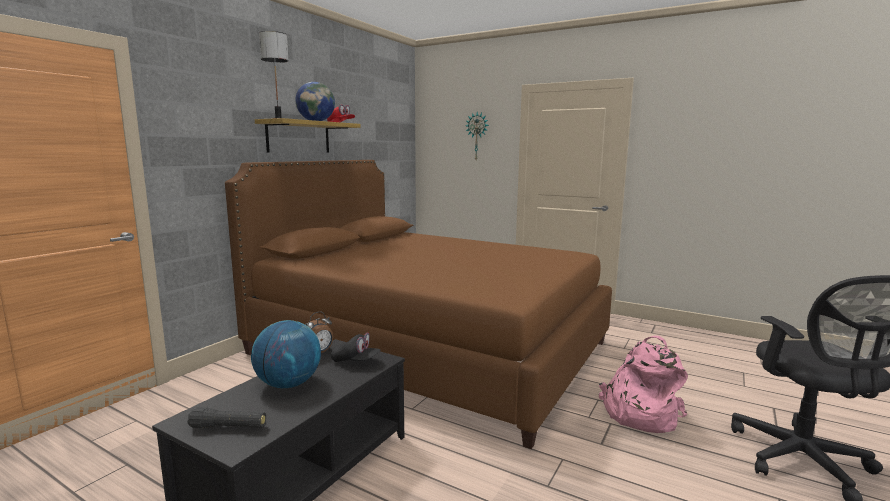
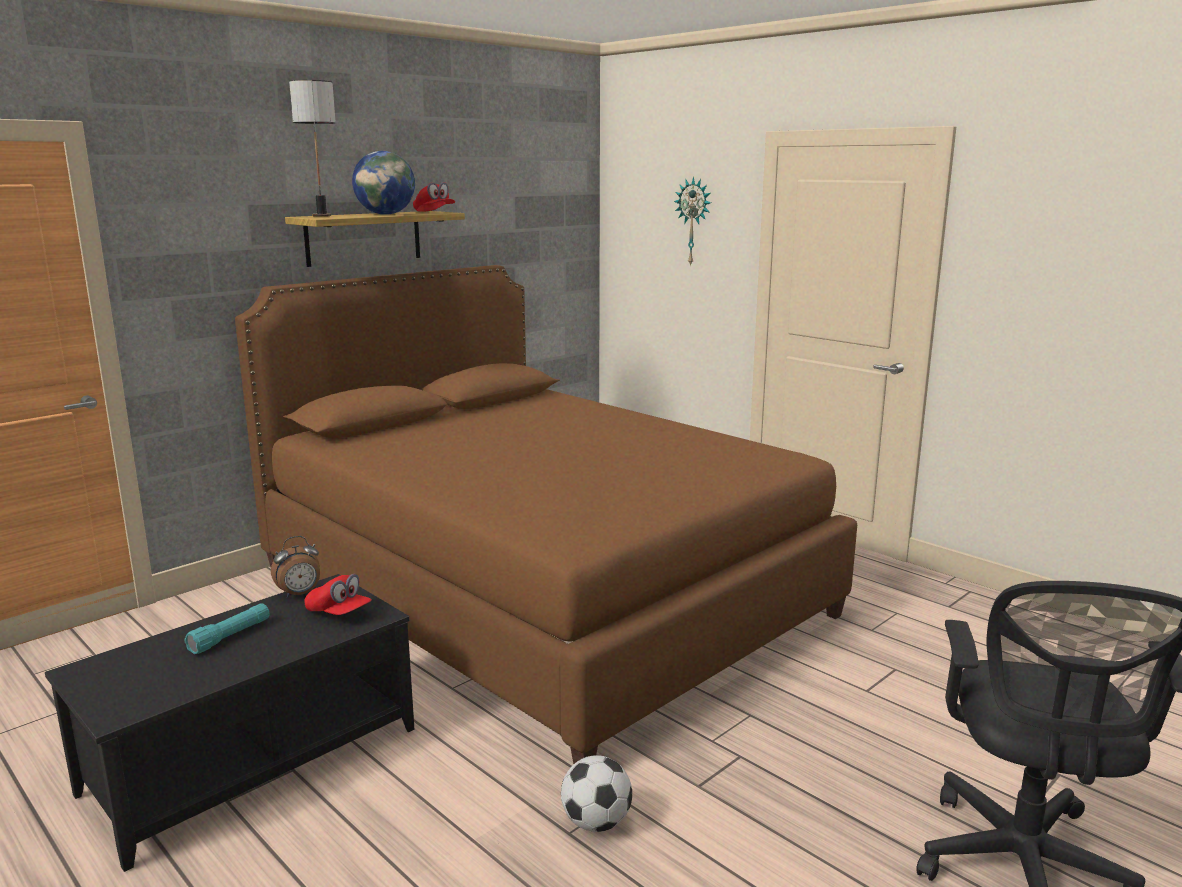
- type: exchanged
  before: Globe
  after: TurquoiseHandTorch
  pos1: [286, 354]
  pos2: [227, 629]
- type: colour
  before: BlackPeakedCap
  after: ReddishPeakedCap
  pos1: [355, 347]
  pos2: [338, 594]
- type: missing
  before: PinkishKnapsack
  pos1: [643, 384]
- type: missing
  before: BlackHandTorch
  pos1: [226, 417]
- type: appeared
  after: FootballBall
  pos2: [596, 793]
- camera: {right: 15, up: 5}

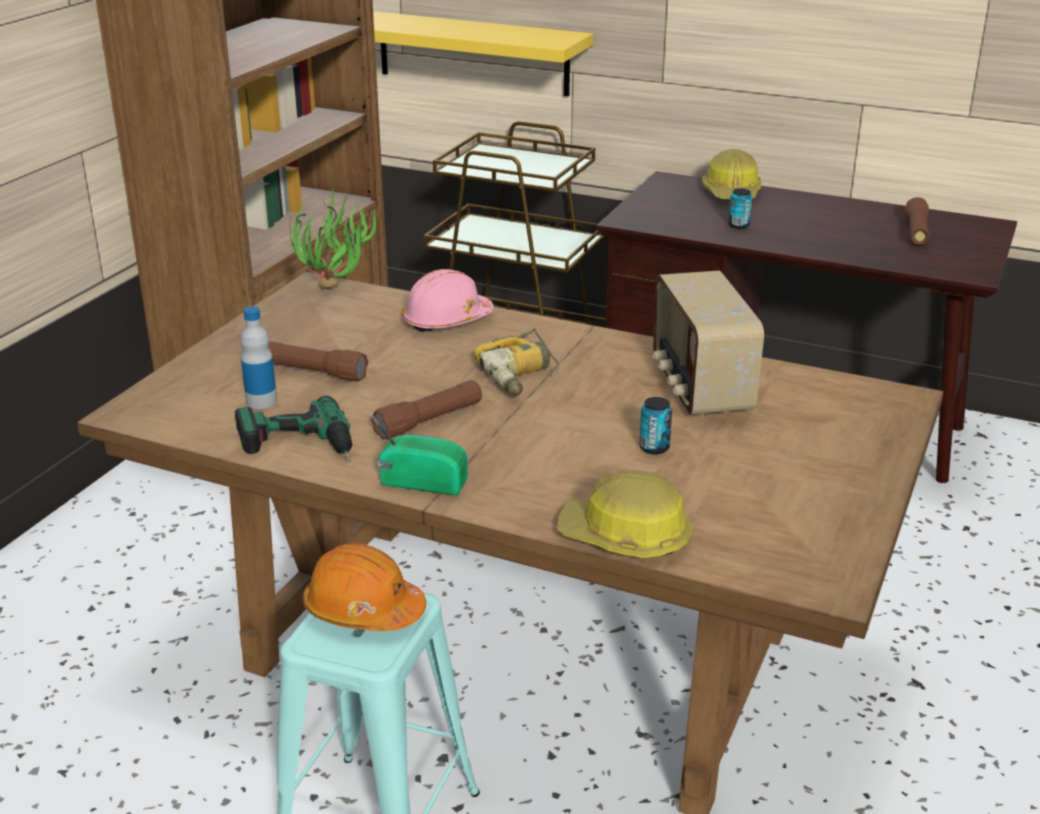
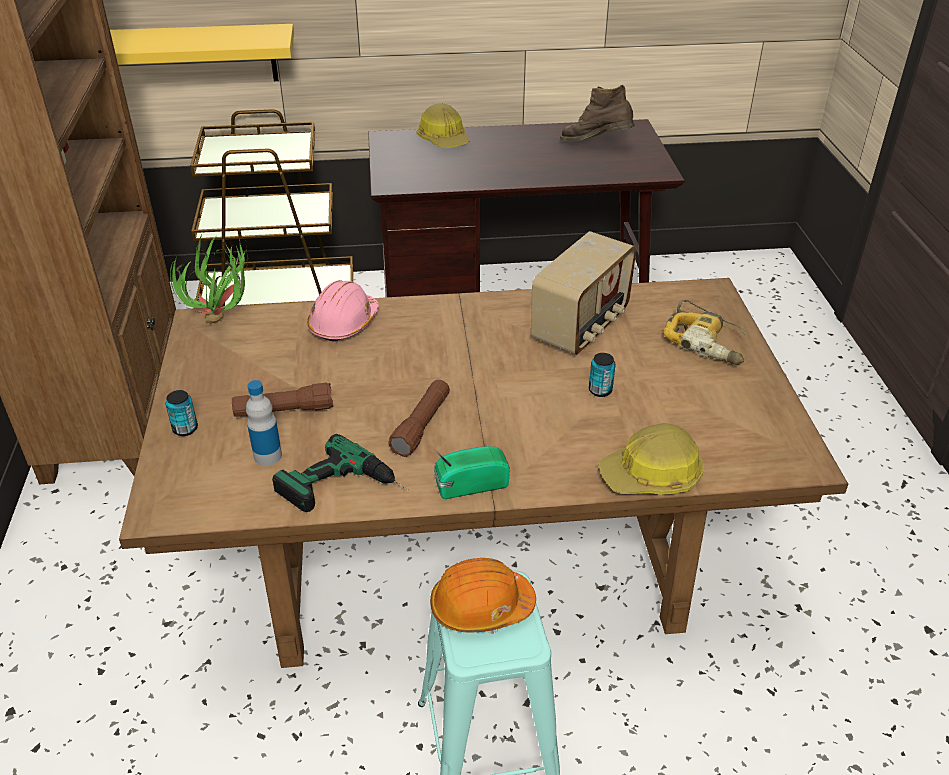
- type: relocated
  before: SealedCan
  pos1: [740, 208]
  pos2: [182, 413]
- type: exchanged
  before: BrownHandTorch
  after: BrownTallBoot
  pos1: [917, 221]
  pos2: [597, 113]
- type: spun
  before: RadioReceiver
  pos1: [708, 342]
  pos2: [583, 293]
  turn: -105
- type: relocated
  before: ElectricDrill
  pos1: [516, 362]
  pos2: [706, 332]
- camera: {right: -30, up: 10}

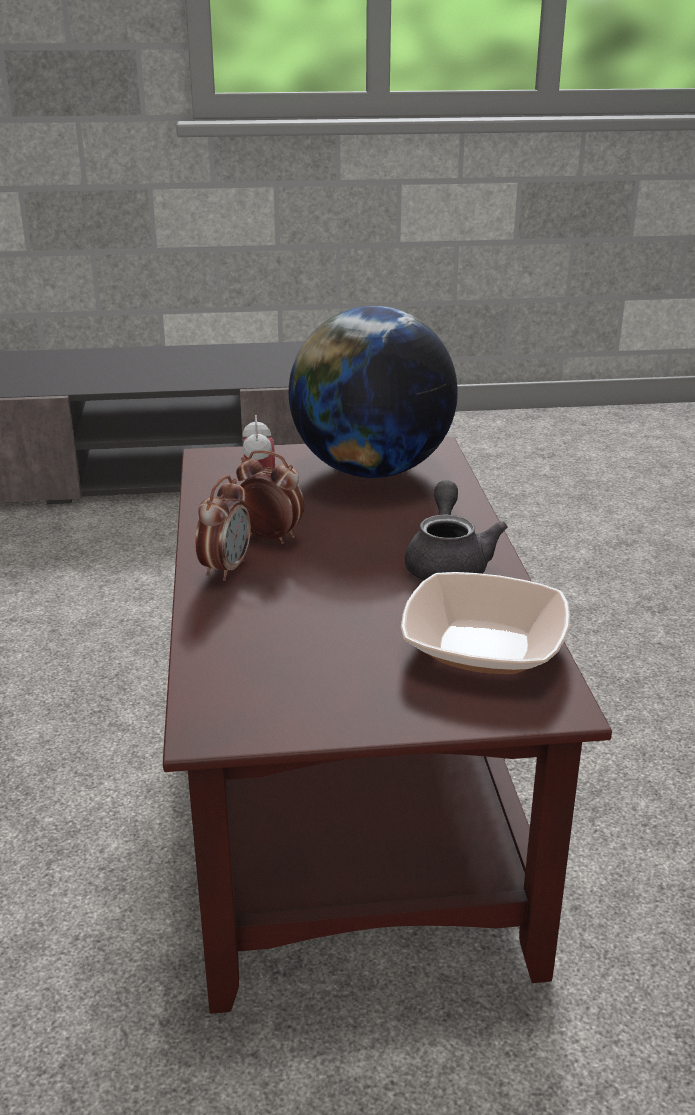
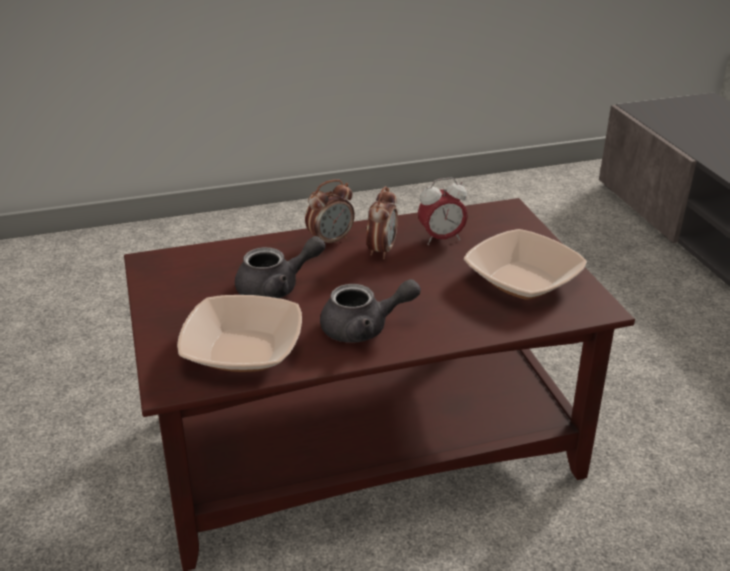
- type: exchanged
  before: Globe
  after: ServingBowl
  pos1: [373, 392]
  pos2: [525, 264]
- type: spun
  before: BedsideClock
  pos1: [223, 528]
  pos2: [330, 211]
  turn: -45
- type: appeared
  after: GrayPotForTea
  pos2: [280, 267]
- camera: {right: 80, up: 5}

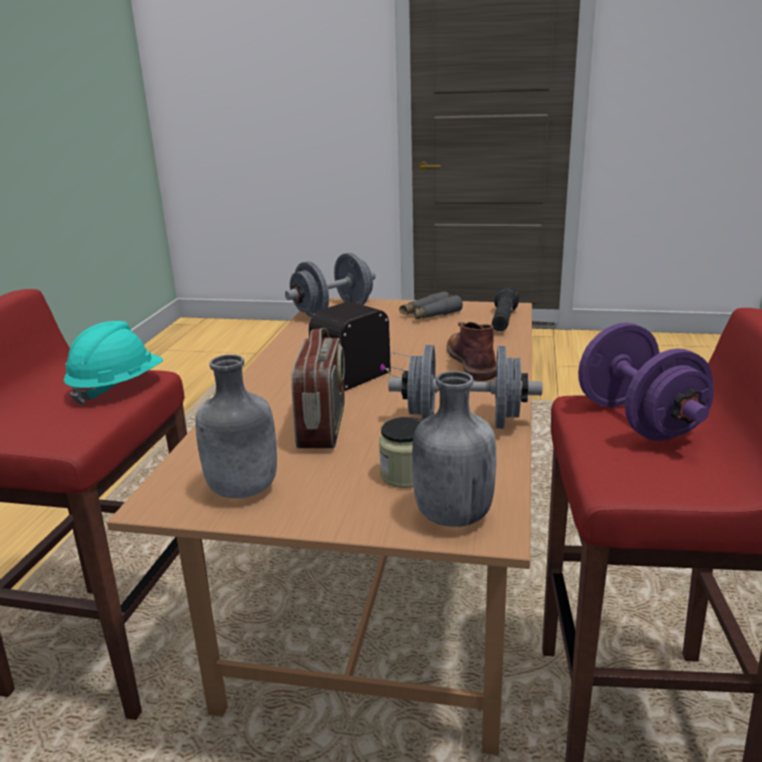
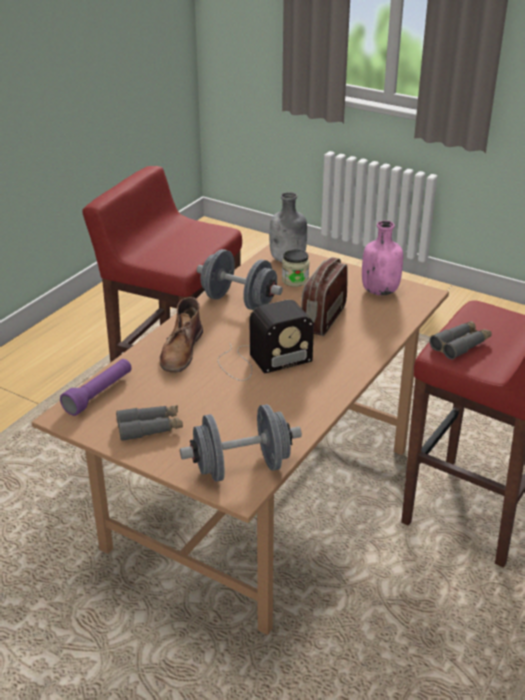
- type: colour
  before: BlackHandTorch
  after: PurpleColouredHandTorch
  pos1: [505, 309]
  pos2: [96, 387]
- type: exchanged
  before: TurquoiseWorkHelmet
  after: GrayFieldGlasses
  pos1: [113, 363]
  pos2: [461, 340]
- type: missing
  before: PurpleColouredHandWeight
  pos1: [646, 381]
- type: colour
  before: GrayBottle
  after: PinkishBottle
  pos1: [236, 426]
  pos2: [382, 258]
- camera: {right: -160, up: 10}

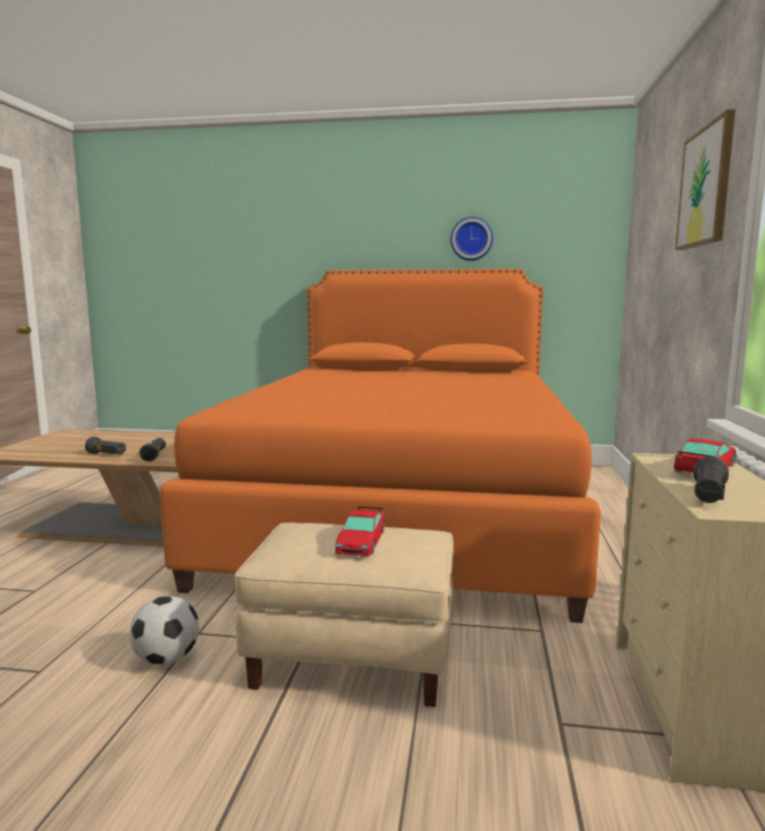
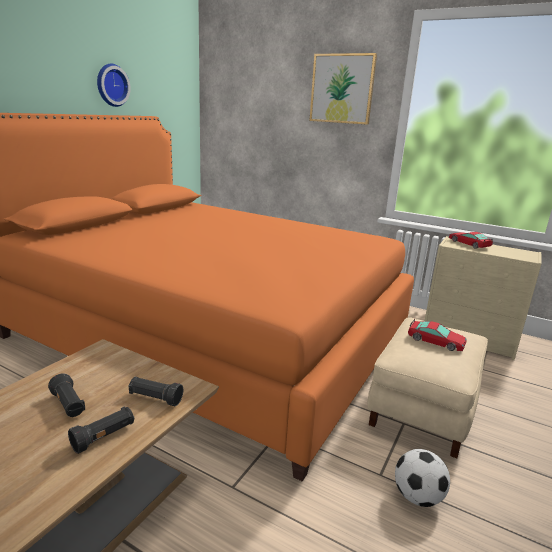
- type: relocated
  before: BlackHandTorch
  pos1: [711, 480]
  pos2: [66, 395]
- camera: {right: -70, up: 10}

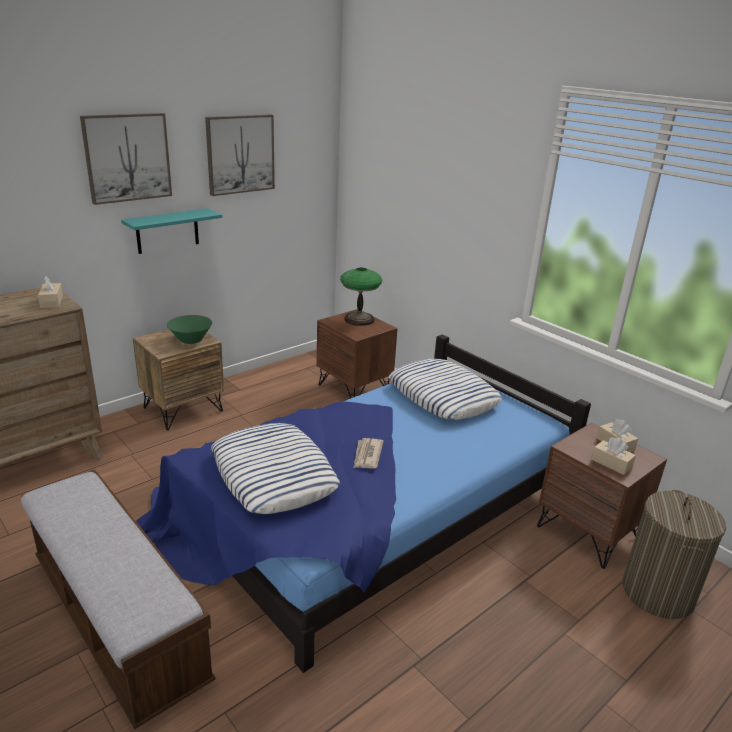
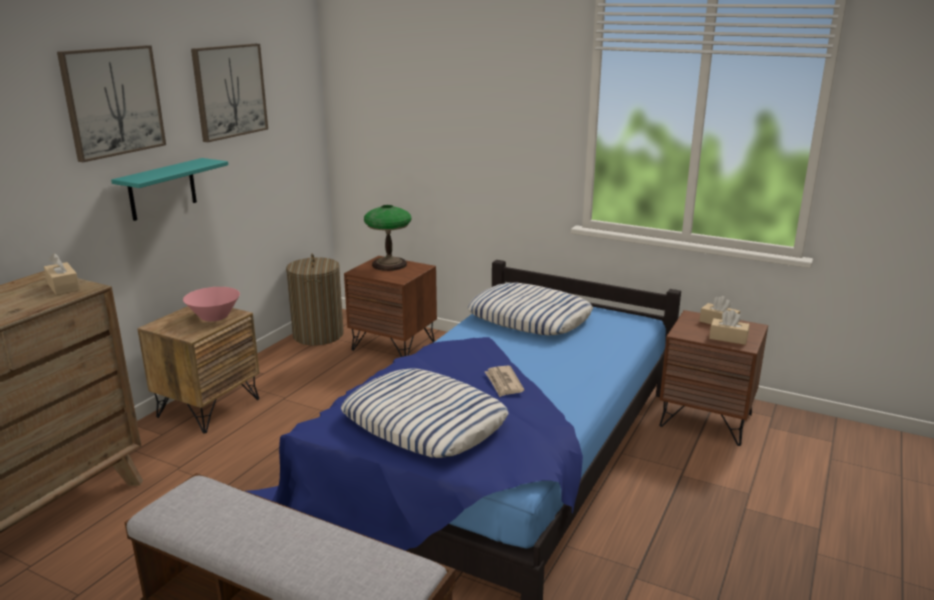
- type: colour
  before: GreenServingBowl
  after: PinkishServingBowl
  pos1: [189, 329]
  pos2: [211, 304]
- type: relocated
  before: Hamper
  pos1: [674, 554]
  pos2: [315, 299]
- camera: {right: -20, up: -5}

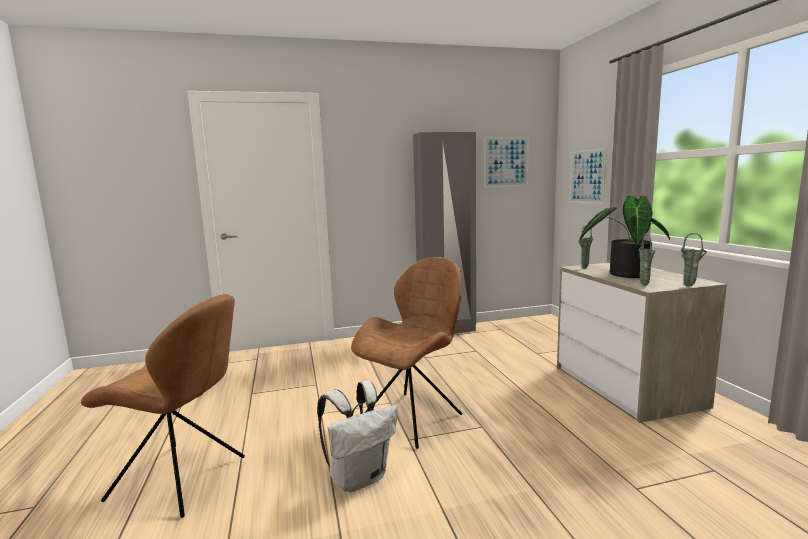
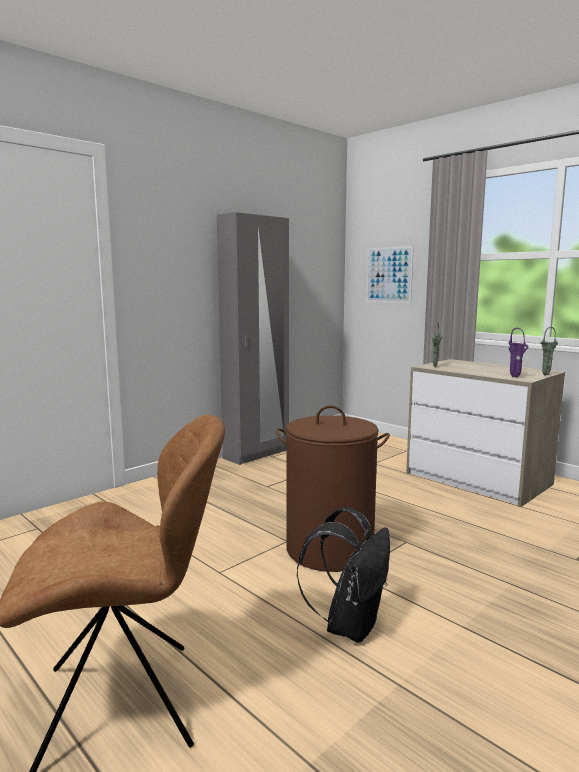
- type: missing
  before: Picture
  pos1: [506, 162]
- type: missing
  before: Houseplant
  pos1: [625, 236]
- type: colour
  before: GreenVase
  after: PurpleColouredVase
  pos1: [647, 259]
  pos2: [518, 352]
- type: exchanged
  before: BrownChair
  after: BrownHamper
  pos1: [406, 353]
  pos2: [333, 488]
- type: colour
  before: WhiteKnapsack
  after: BlackKnapsack
  pos1: [357, 436]
  pos2: [343, 575]
- camera: {right: -30, up: 0}

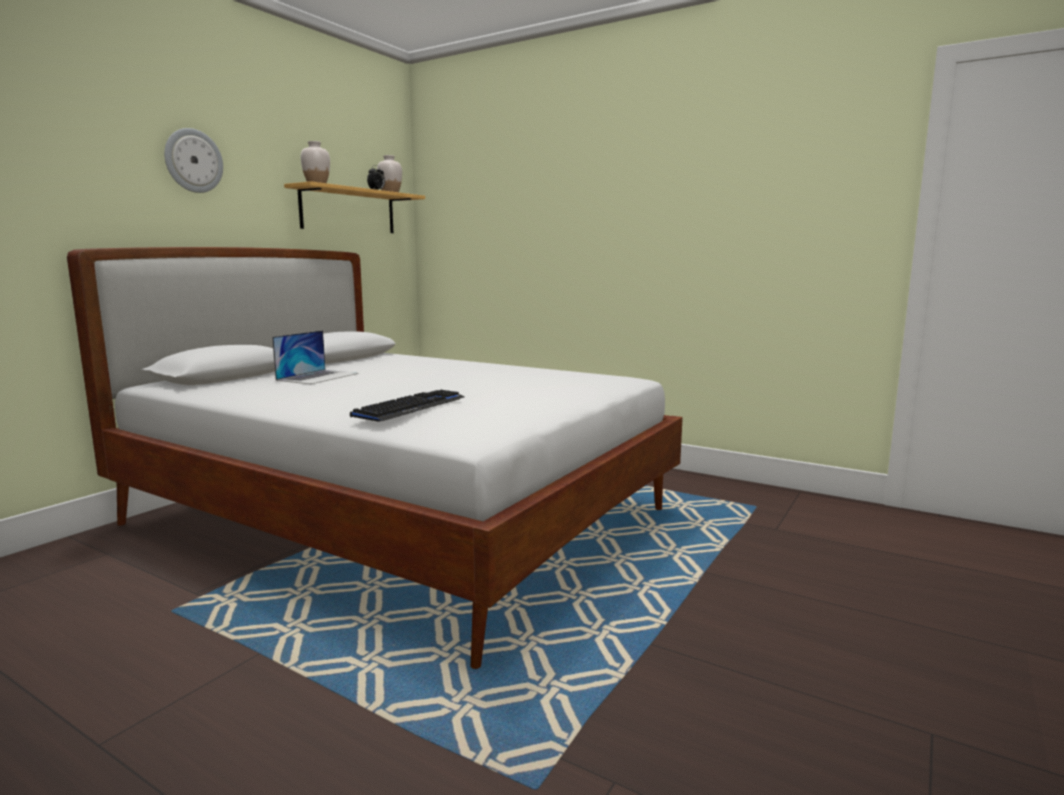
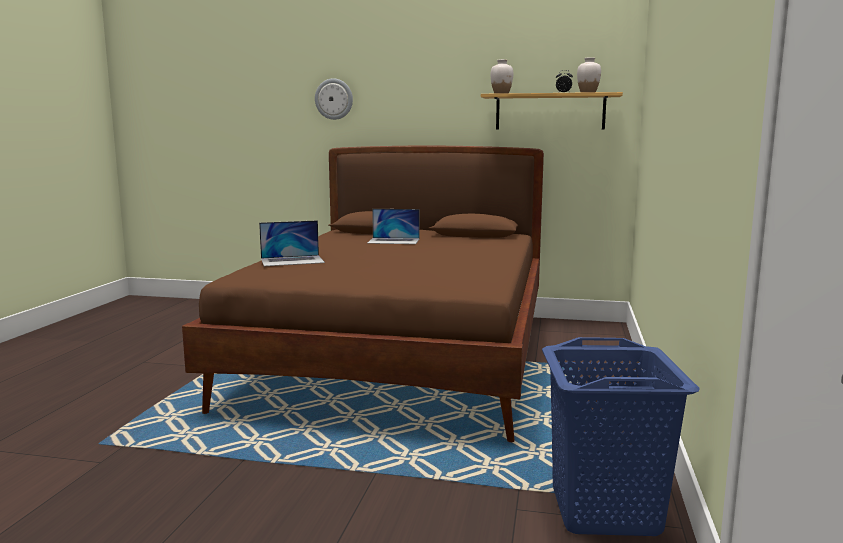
- type: relocated
  before: ClockOnTheWall
  pos1: [193, 160]
  pos2: [334, 99]
- type: colour
  before: WhiteBedroomBed
  after: BrownBedroomBed
  pos1: [375, 458]
  pos2: [363, 293]
- type: exchanged
  before: ComputerKeyboard
  after: NotebookComputer
  pos1: [407, 406]
  pos2: [292, 243]
- type: appeared
  after: BlueColouredHamper
  pos2: [621, 436]
- camera: {right: 70, up: 0}

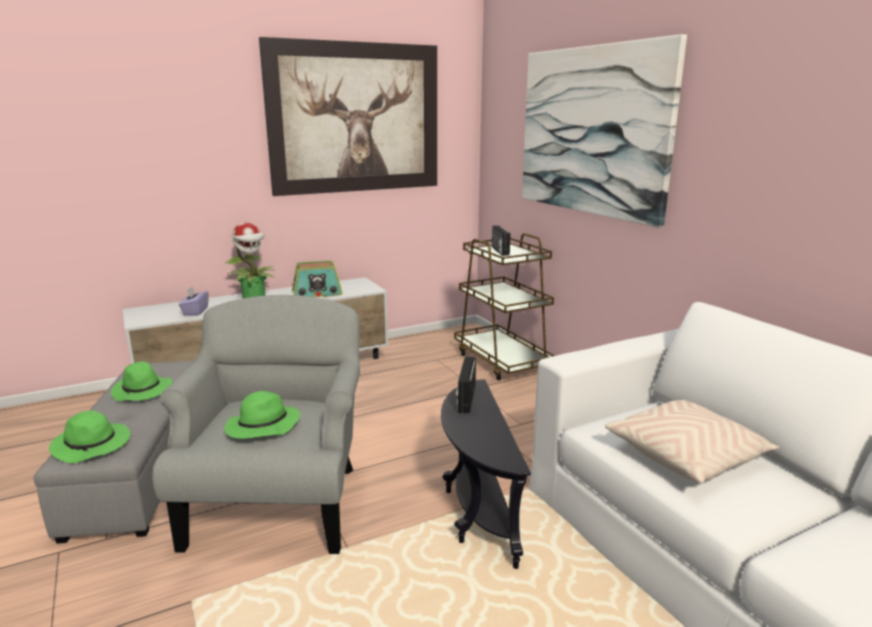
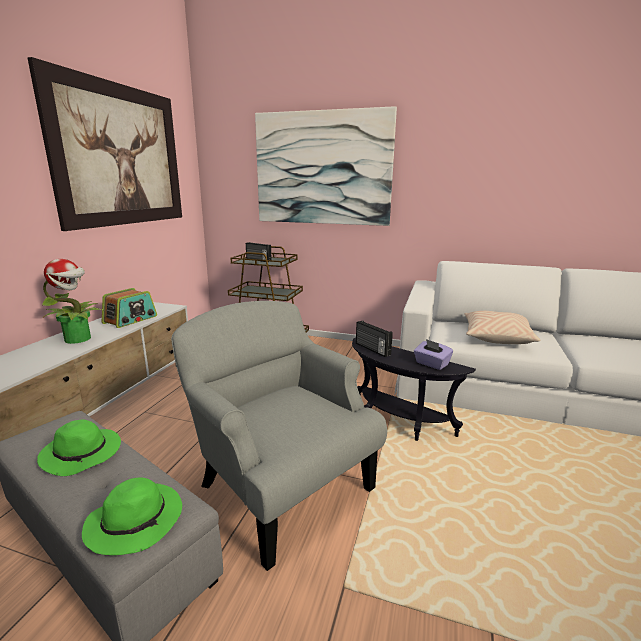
- type: relocated
  before: PurpleColouredBoxOfTissues
  pos1: [193, 301]
  pos2: [433, 354]
- type: missing
  before: GreenClothingHat
  pos1: [262, 415]
- camera: {right: -45, up: 0}

